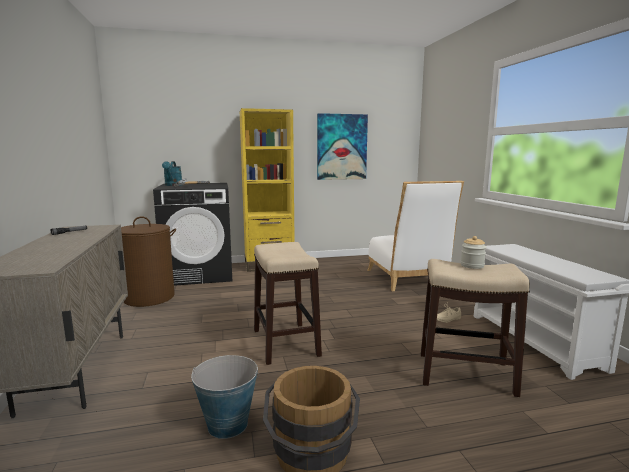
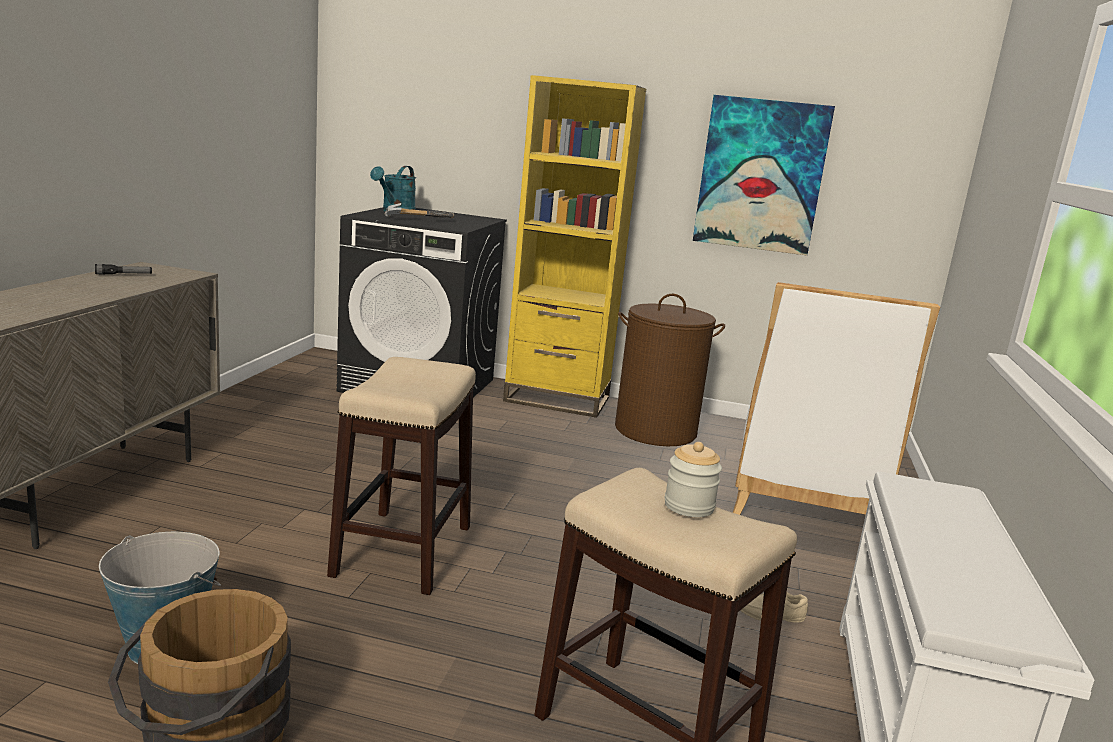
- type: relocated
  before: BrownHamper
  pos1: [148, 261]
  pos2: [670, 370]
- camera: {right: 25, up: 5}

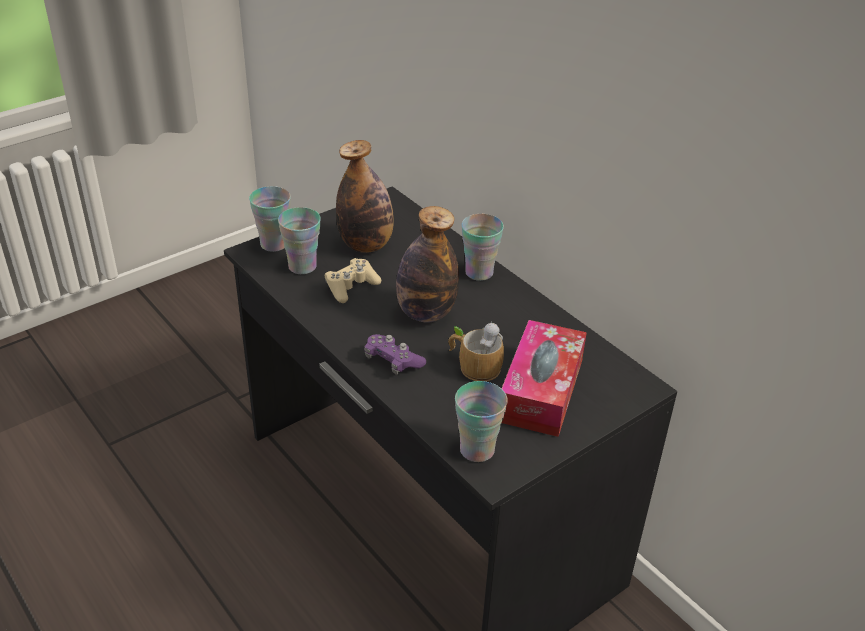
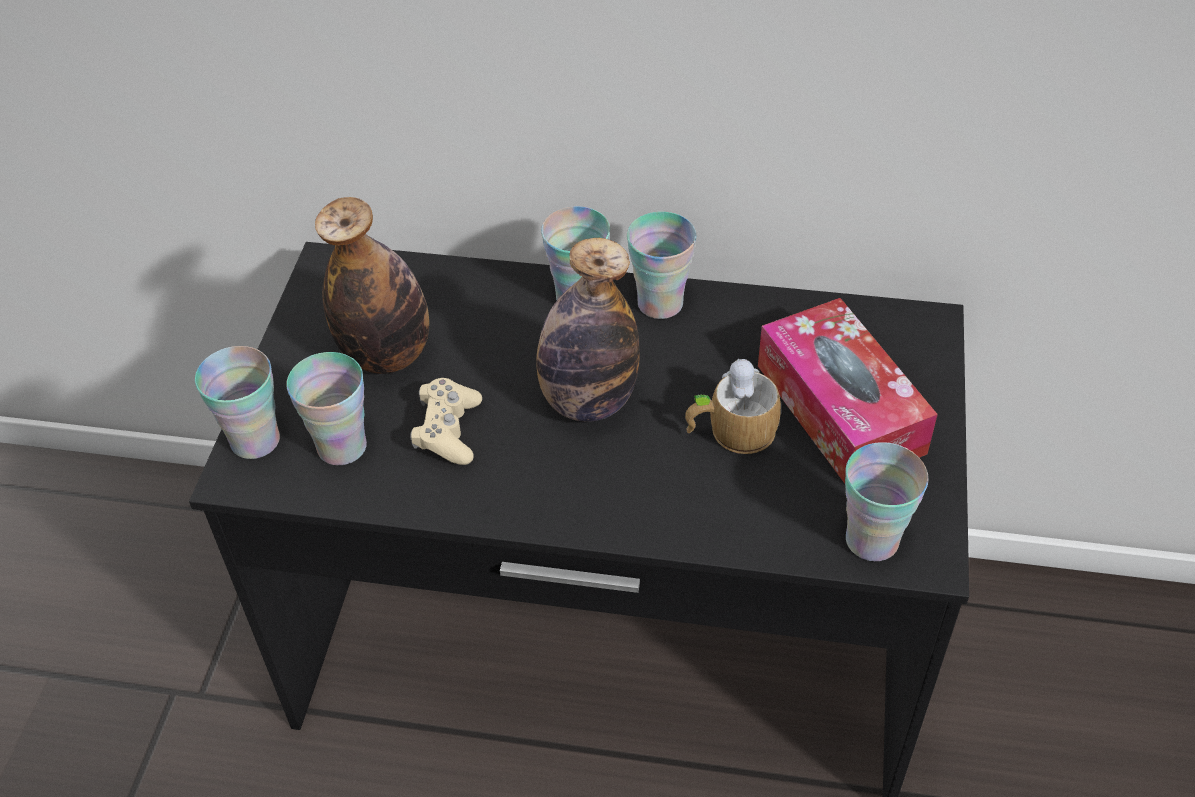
- type: missing
  before: PurpleColouredJoypad
  pos1: [395, 354]
- type: appeared
  after: DrinkingCup
  pos2: [661, 265]
- camera: {right: -40, up: 10}

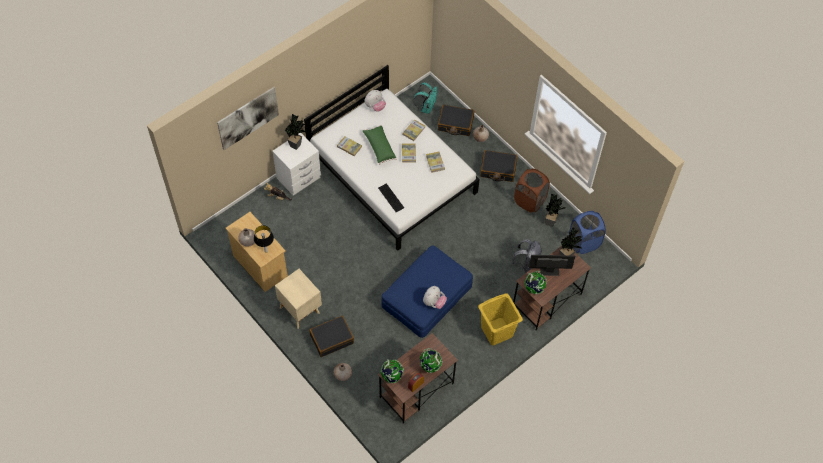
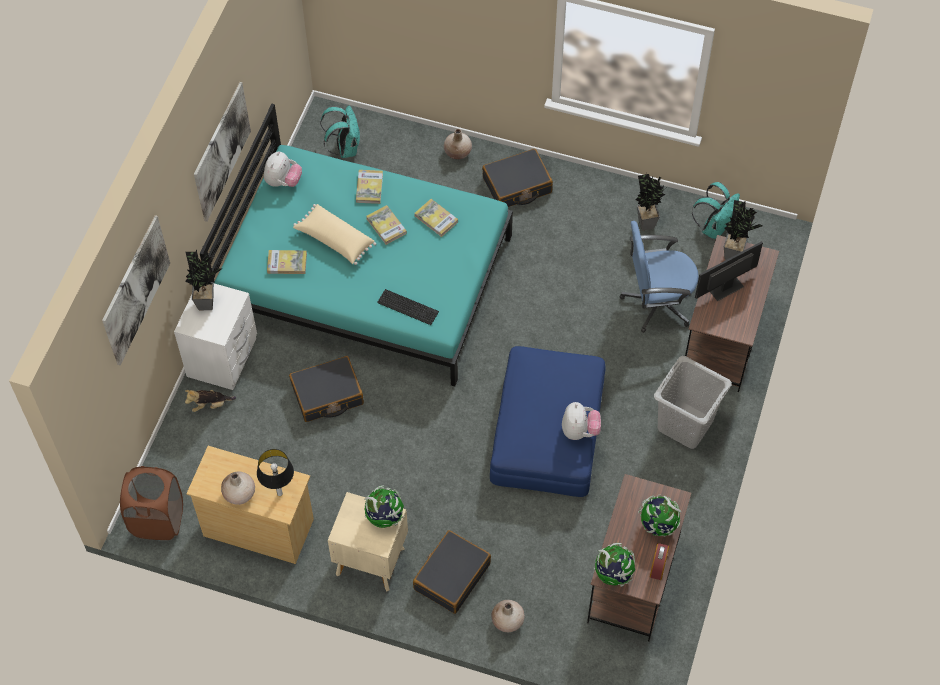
- type: colour
  before: WhiteBedroomBed
  after: TurquoiseBedroomBed
  pos1: [392, 158]
  pos2: [356, 245]
- type: relocated
  before: BlackPieceOfLuggage
  pos1: [456, 120]
  pos2: [326, 389]
- type: colour
  before: GreenCushion
  after: BeigeCushion
  pos1: [379, 144]
  pos2: [334, 234]
- type: relocated
  before: BrownHamper
  pos1: [532, 190]
  pos2: [151, 503]
- type: exchanged
  before: BlueColouredHamper
  after: TurquoiseKnapsack
  pos1: [587, 232]
  pos2: [716, 210]
- type: exchanged
  before: GrayKnapsack
  after: BlueColouredDeskChair
  pos1: [527, 256]
  pos2: [659, 277]
- type: relocated
  before: Globe
  pos1: [535, 283]
  pos2: [384, 506]
- type: colour
  before: YellowColouredHamper
  after: GrayHamper
  pos1: [500, 319]
  pos2: [693, 402]
- type: appeared
  after: Picture
  pos2: [222, 152]
- camera: {right: -30, up: 0}

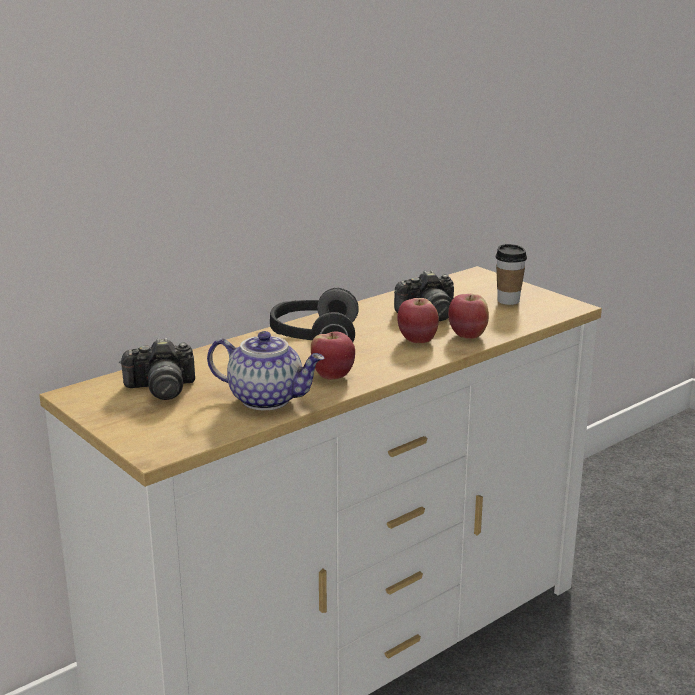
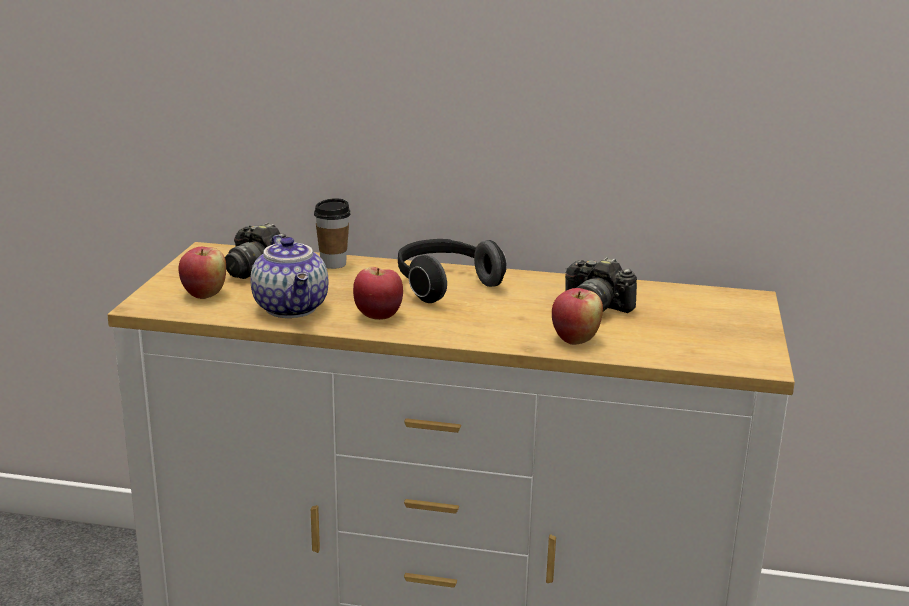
- type: relocated
  before: DrinkingCup
  pos1: [511, 274]
  pos2: [332, 233]
- type: relocated
  before: WholeApple
  pos1: [418, 320]
  pos2: [202, 273]
- camera: {right: 50, up: 0}

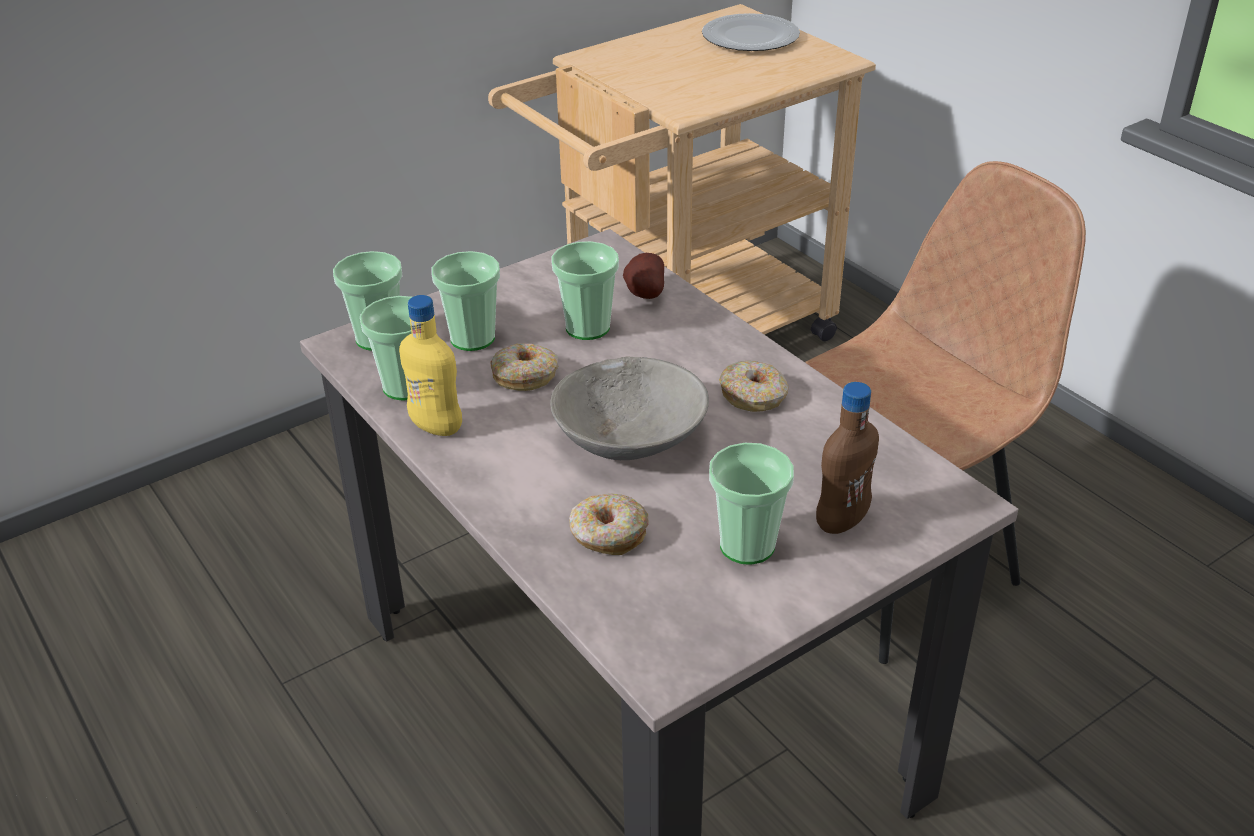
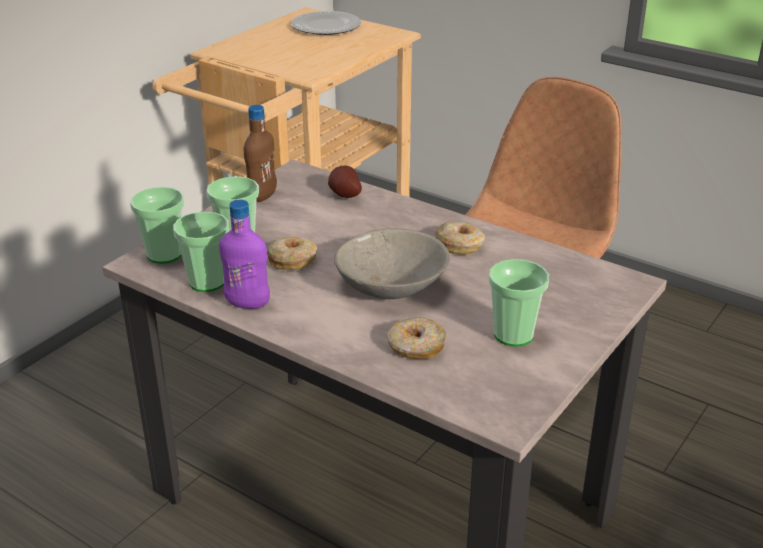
- type: missing
  before: DrinkingCup
  pos1: [585, 290]
- type: colour
  before: YellowColouredBottle
  after: PurpleColouredBottle
  pos1: [430, 365]
  pos2: [244, 254]
- type: relocated
  before: BrownBottle
  pos1: [847, 458]
  pos2: [260, 153]
- camera: {right: -20, up: -5}

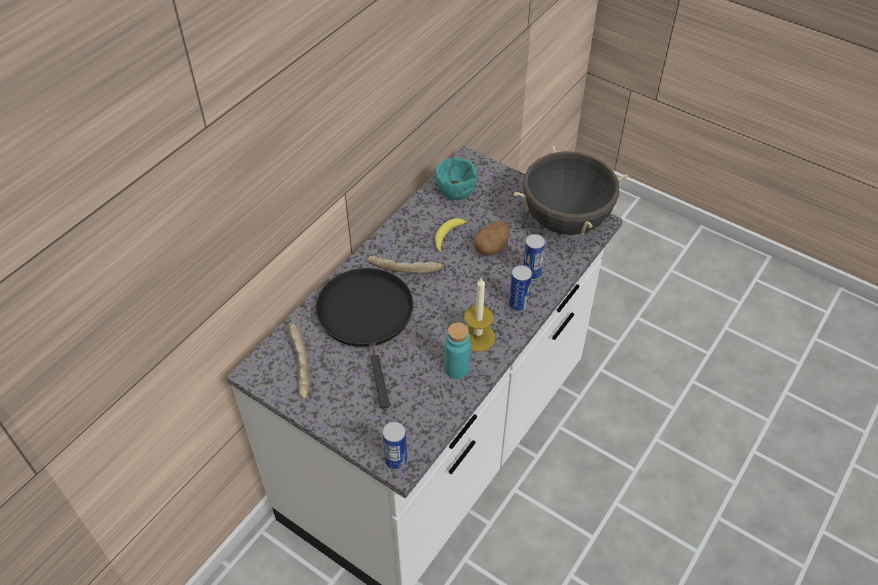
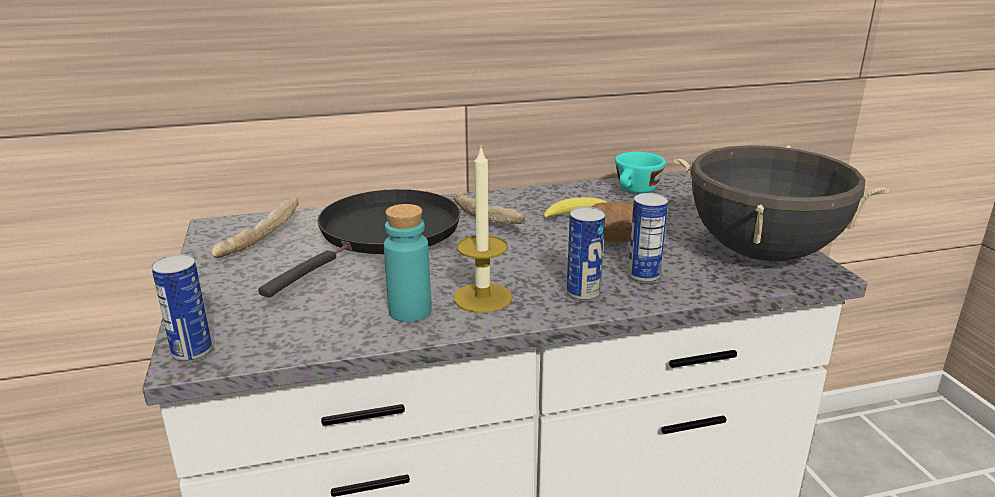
- type: exchanged
  before: TurquoiseServingBowl
  after: TurquoiseDrinkingCup
  pos1: [456, 178]
  pos2: [640, 172]
- camera: {right: 40, up: -25}

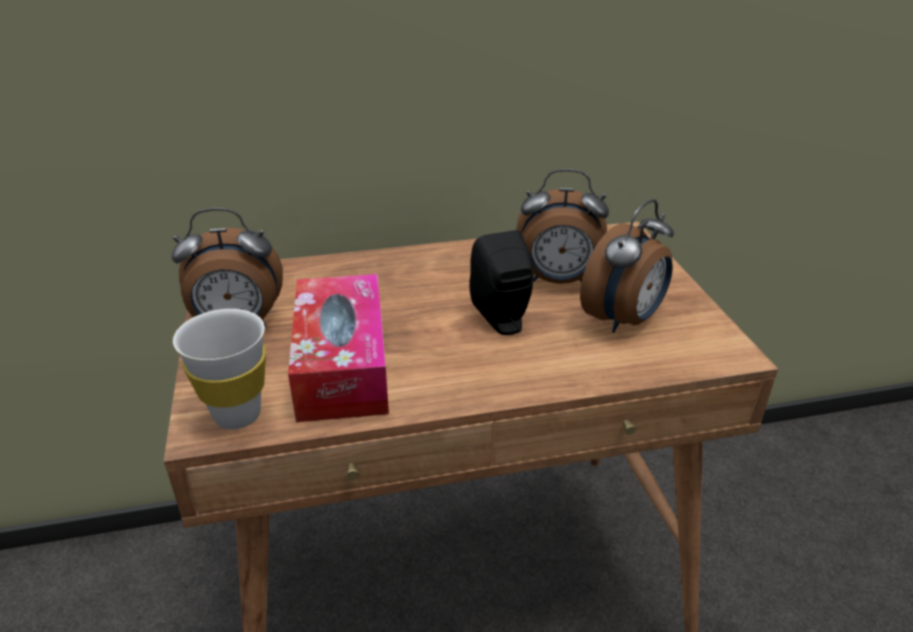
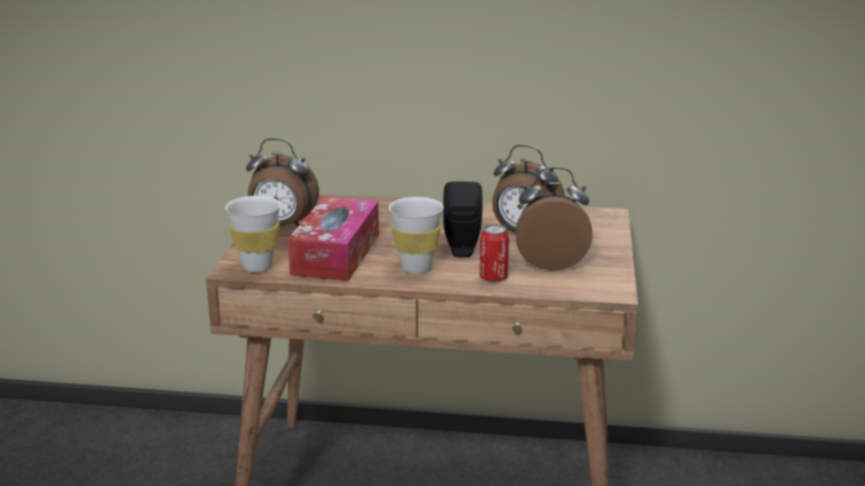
- type: spun
  before: BedsideClock
  pos1: [627, 266]
  pos2: [554, 219]
  turn: -150
- type: appeared
  after: WhiteDrinkingCup
  pos2: [416, 235]
- type: appeared
  after: SealedCan
  pos2: [494, 253]
- camera: {right: 20, up: -10}

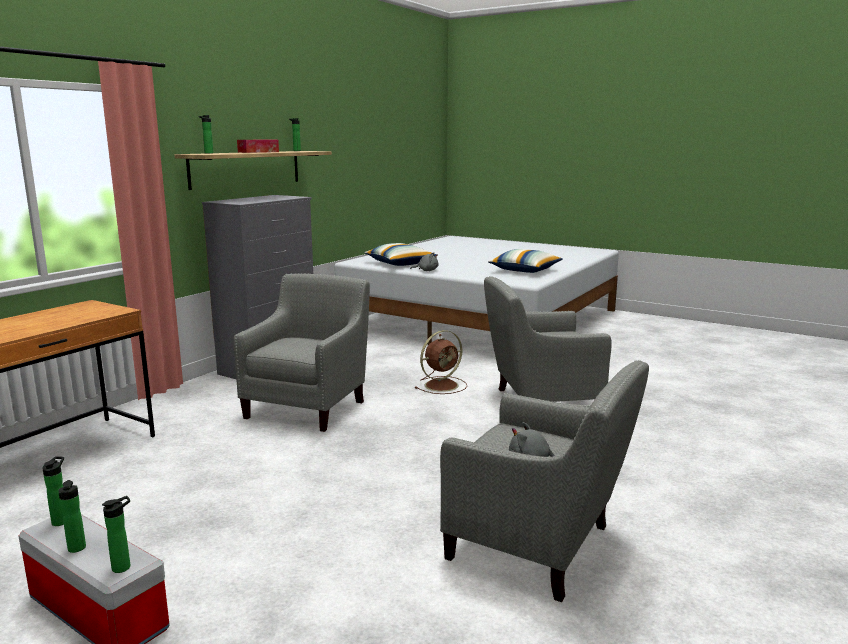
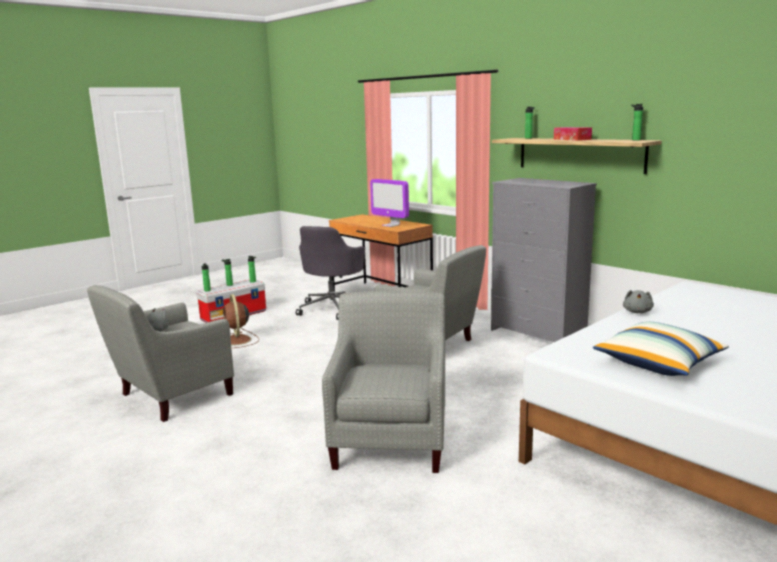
- type: missing
  before: Cushion
  pos1: [400, 254]
- type: relocated
  before: BrownCoolingFan
  pos1: [441, 362]
  pos2: [241, 321]
- type: appeared
  after: Monitor
  pos2: [389, 203]
- type: appeared
  after: GrayDeskChair
  pos2: [330, 273]
- camera: {right: 105, up: 0}

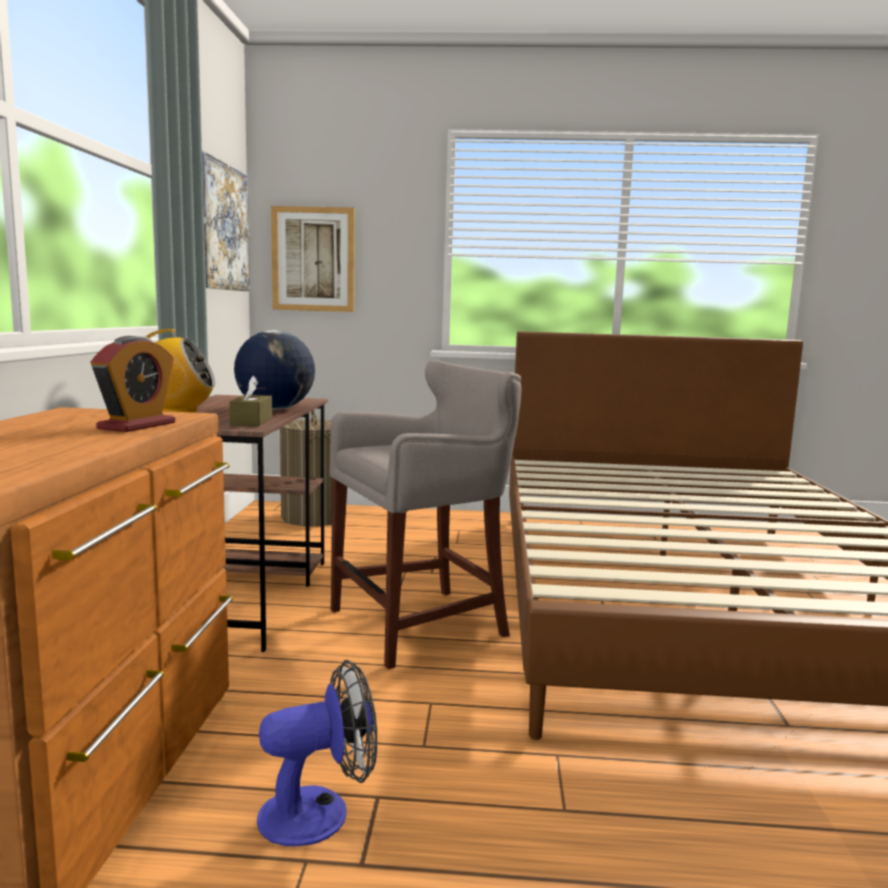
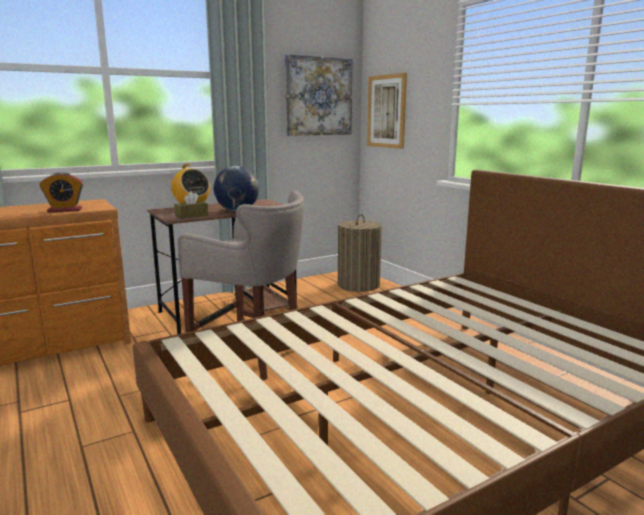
- type: missing
  before: CoolingFan
  pos1: [317, 753]
- camera: {right: 55, up: 5}

